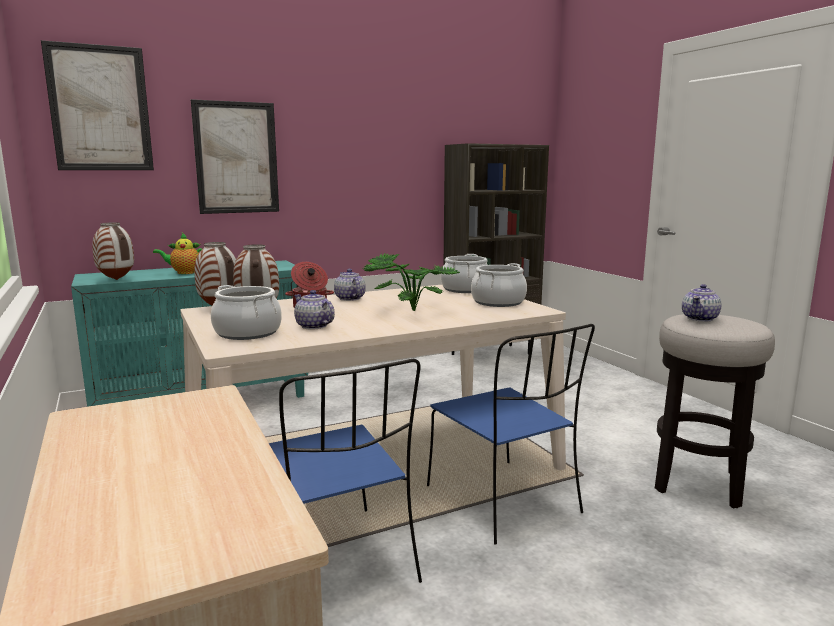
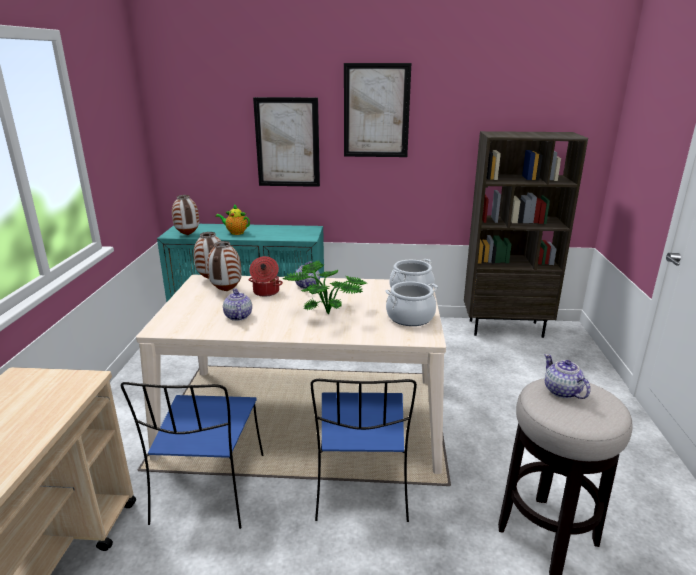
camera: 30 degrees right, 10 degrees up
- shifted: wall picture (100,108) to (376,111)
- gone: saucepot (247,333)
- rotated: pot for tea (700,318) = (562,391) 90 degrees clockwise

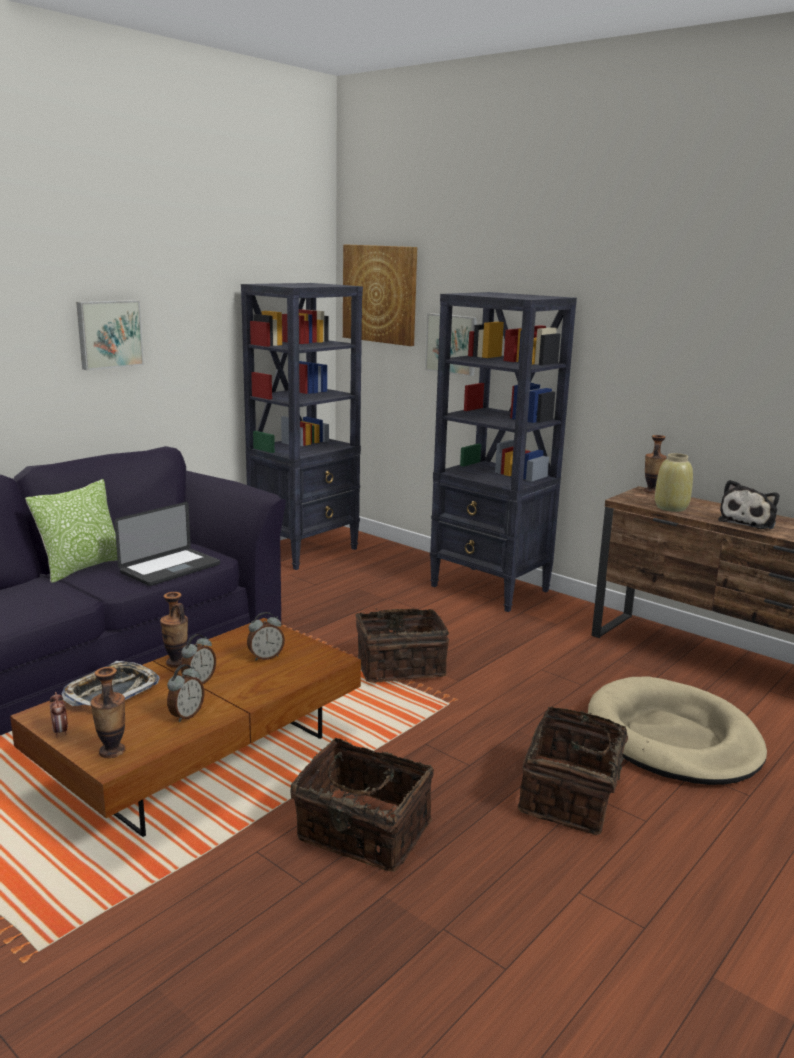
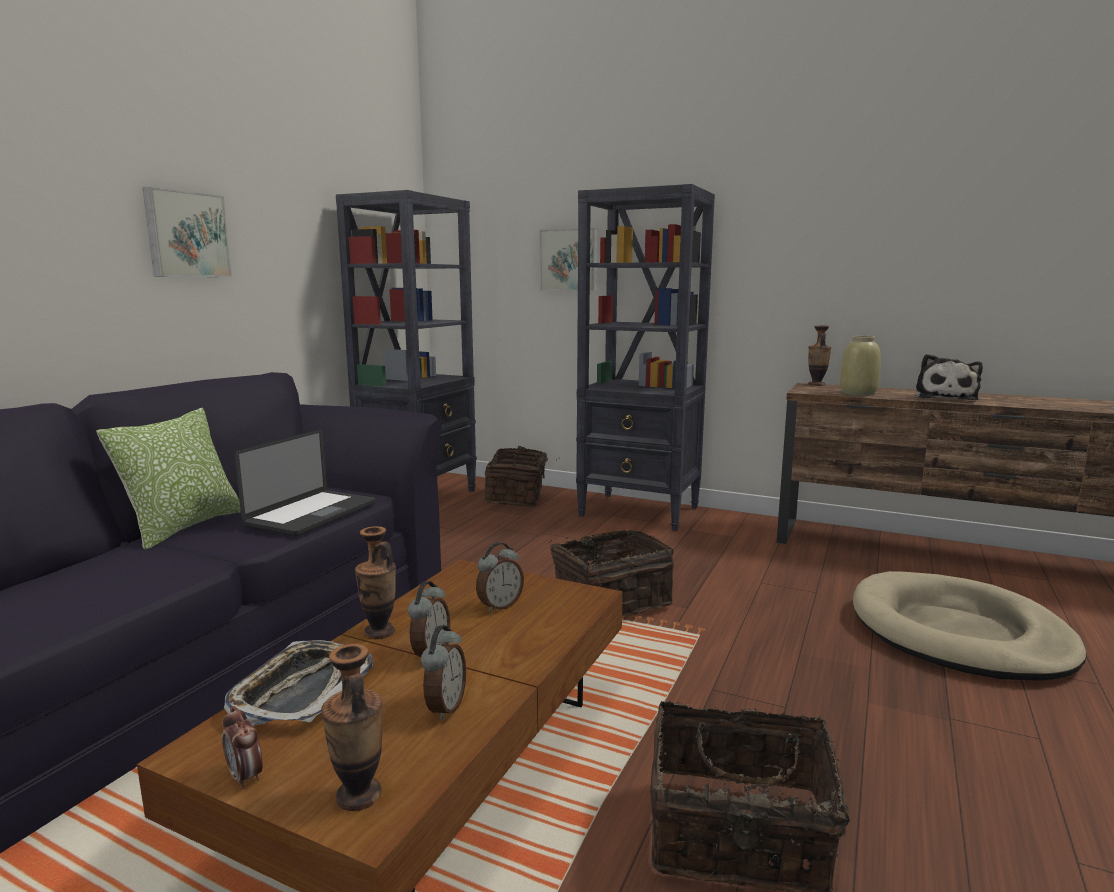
camera: 15 degrees left, 5 degrees down
- gone: wall picture (380,294)
- shifted: basket (571,797) to (517,497)

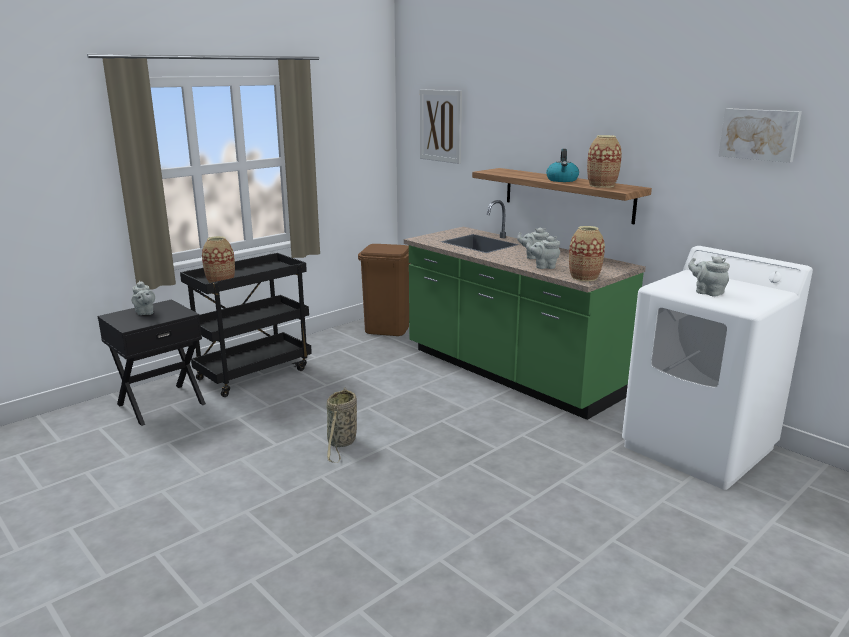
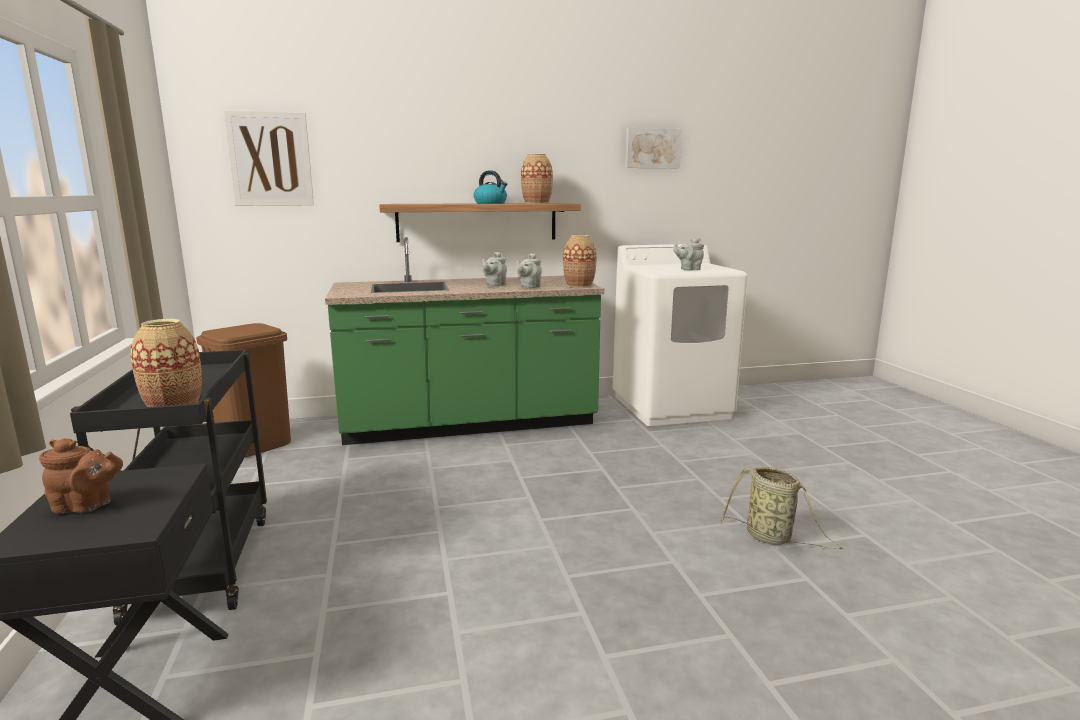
camera: 60 degrees left, 5 degrees down
- repainted: grey pot for tea (145,313) to brownish pot for tea (86,506)
- shifted: basket (341,443) to (772,538)

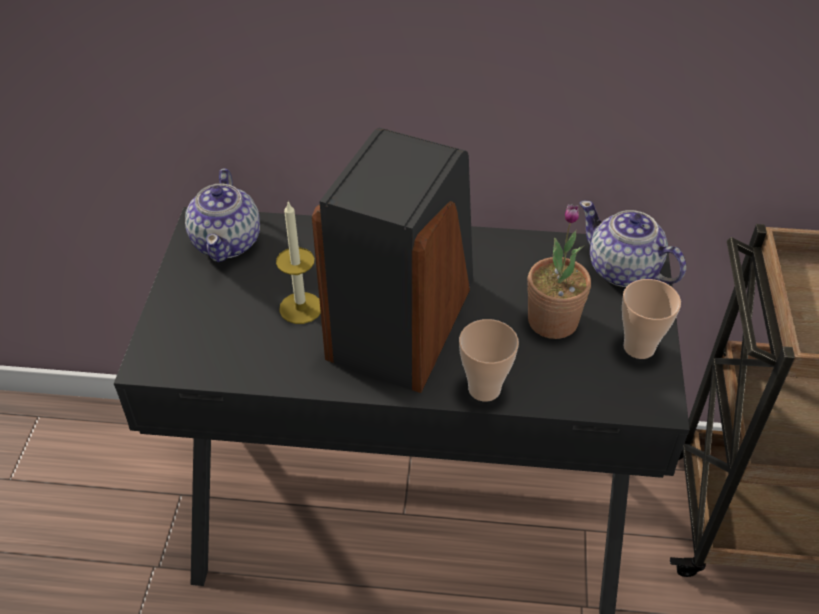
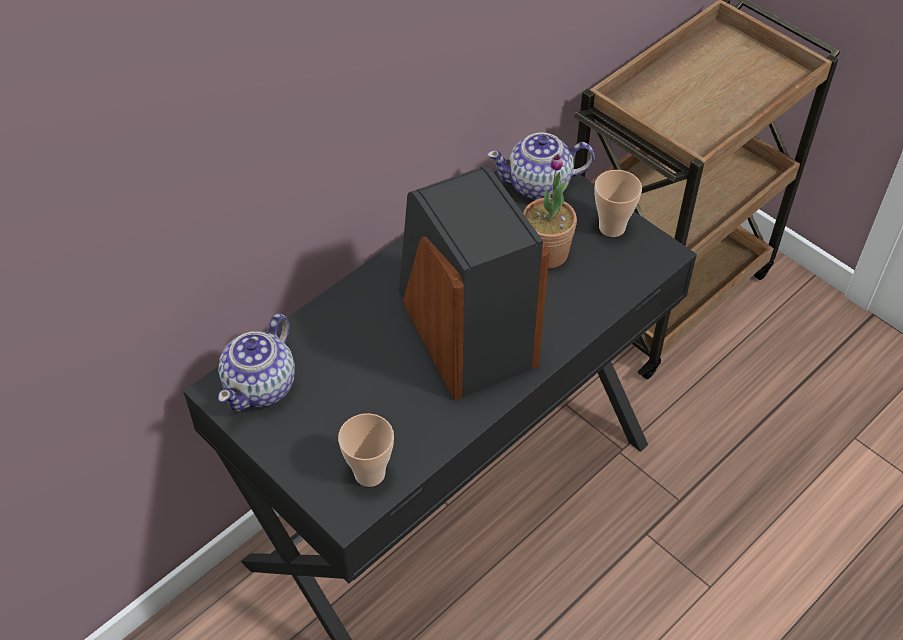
camera: 50 degrees left, 5 degrees up
- rotated: pot for tea (227,242) = (261,385) 75 degrees clockwise
- gone: wax candle (300,308)
- shifted: small cup (484,389) to (369,473)

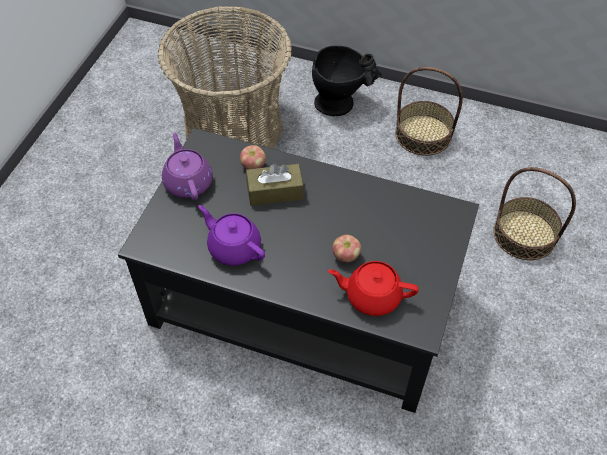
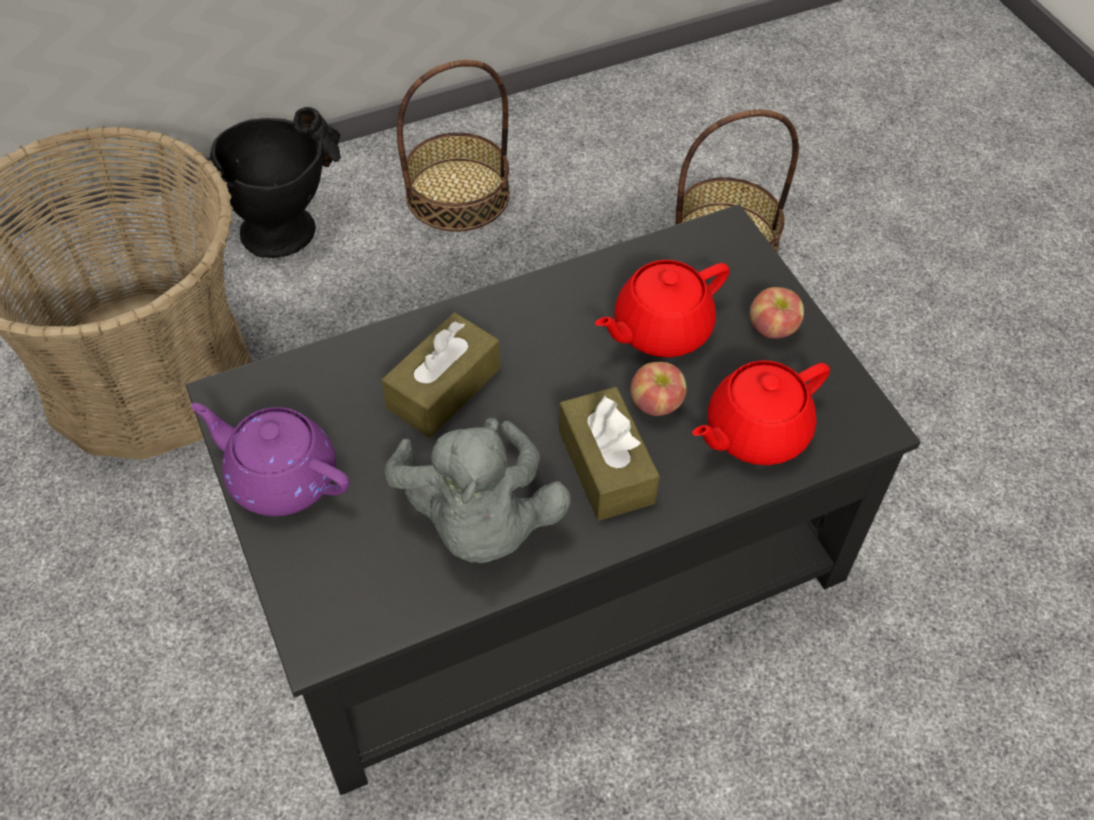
camera: 45 degrees left, 0 degrees up
- swapped: purple-coloured pot for tea (234,247) to grey cuddly toy (478,521)
- shifted: apple fruit (253,166) to (772,329)
- new: brownish box of tissues (606,466)
- new: reddish pot for tea (660,329)

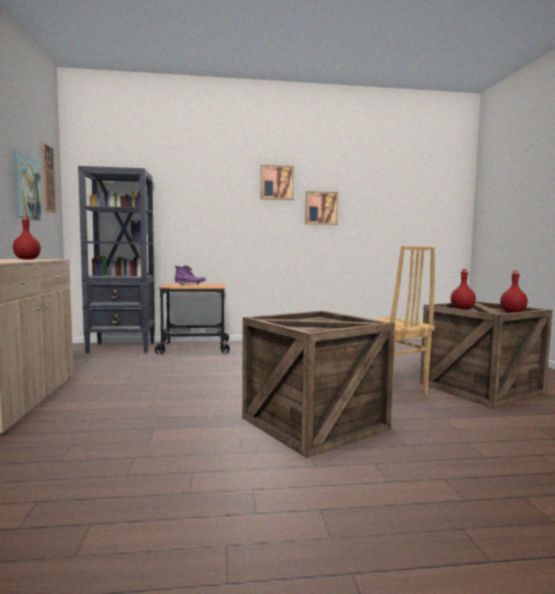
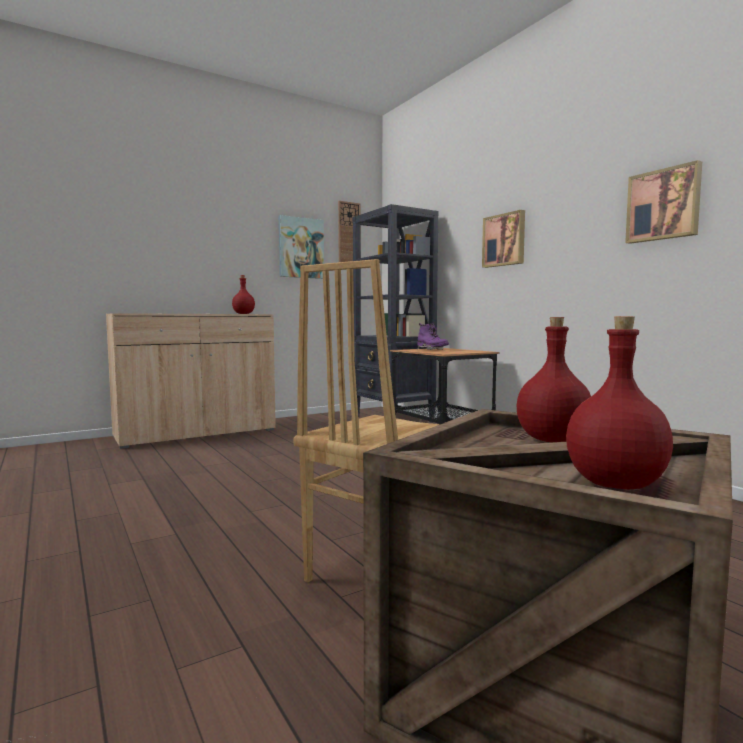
camera: 65 degrees right, 0 degrees up
- gone: crate (314,424)
- shifted: wall picture (276,183) to (504,240)

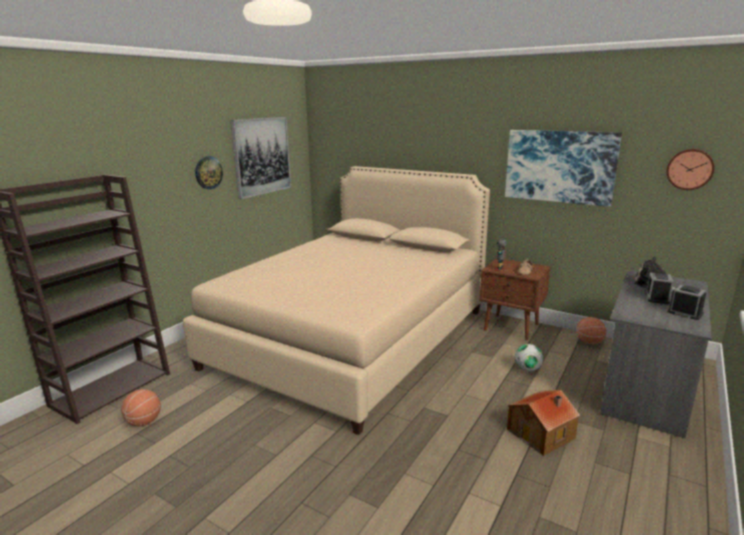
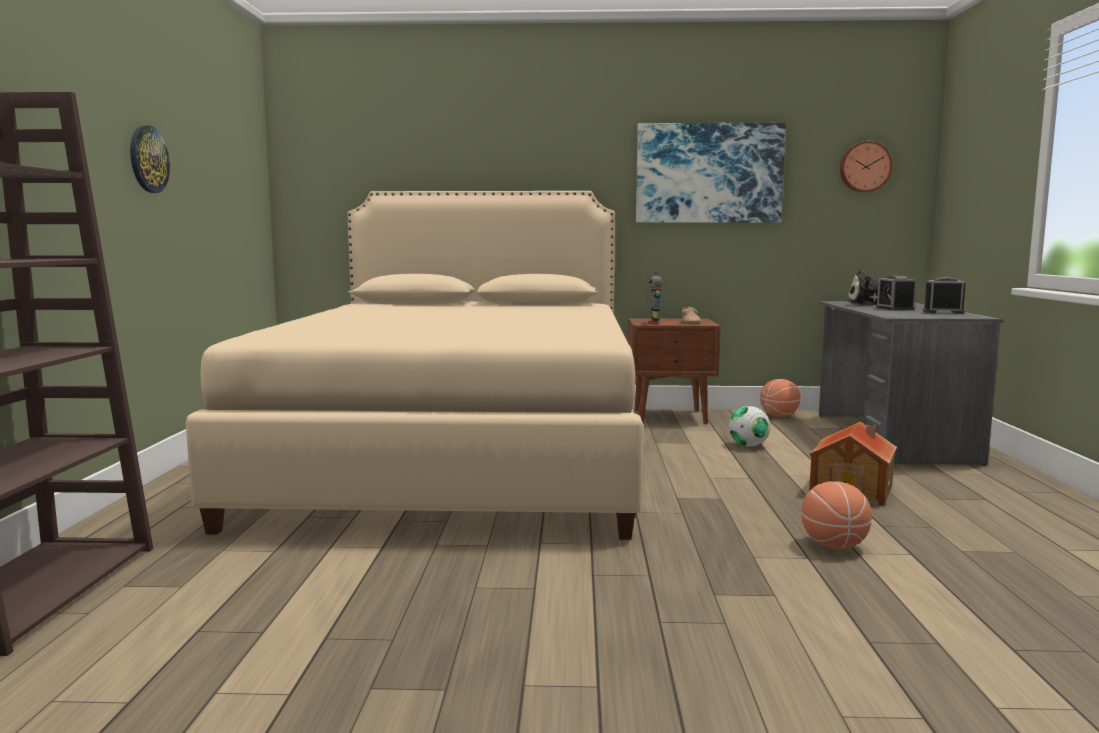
camera: 30 degrees left, 10 degrees down
- shifted: basketball ball (144,422) to (833,545)
- gone: wall picture (262,156)

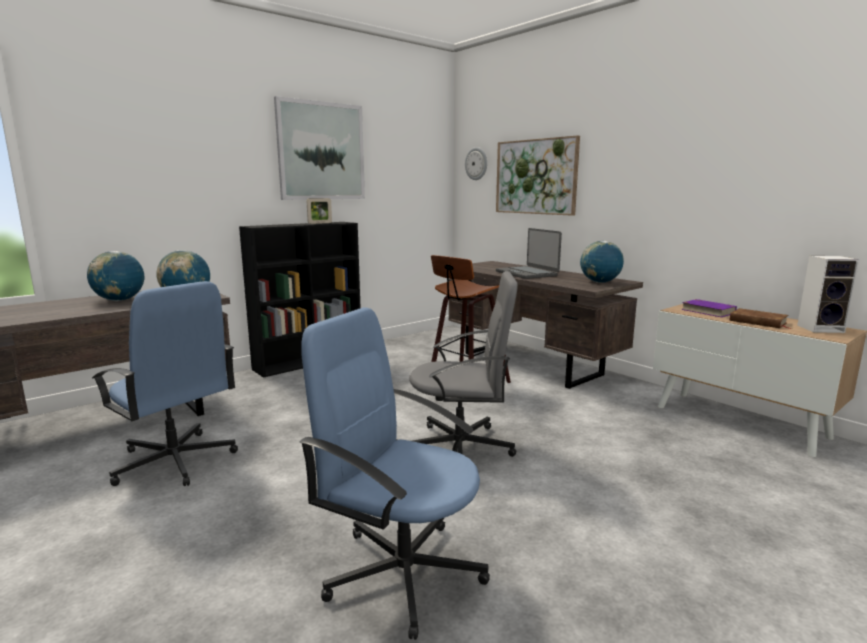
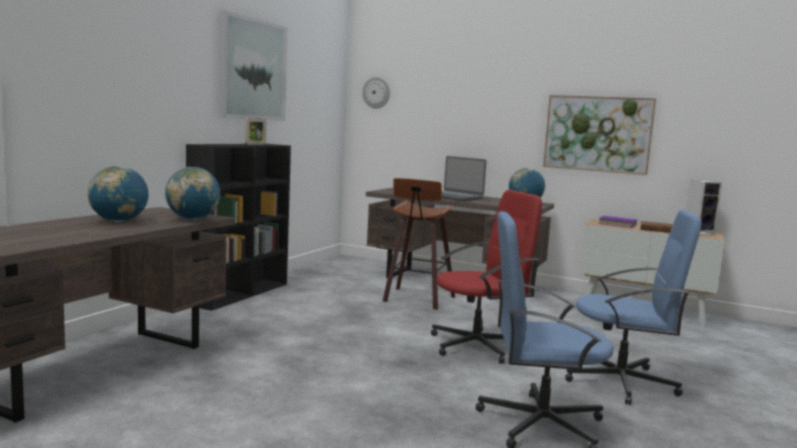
camera: 25 degrees left, 5 degrees down
- shifted: blue-coloured computer chair (175,461) to (622,382)
- repainted: grey computer chair (461,447) to reddish computer chair (478,346)
- shifted: wall picture (536,177) to (597,134)

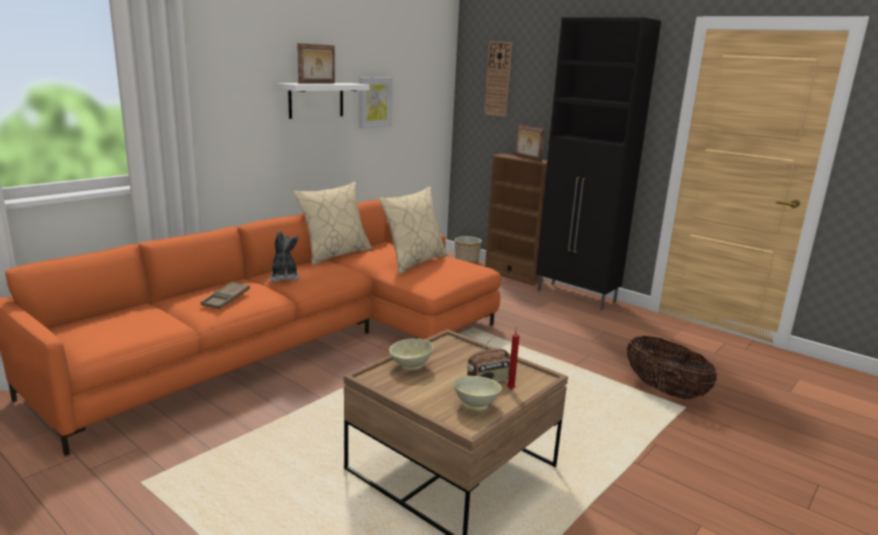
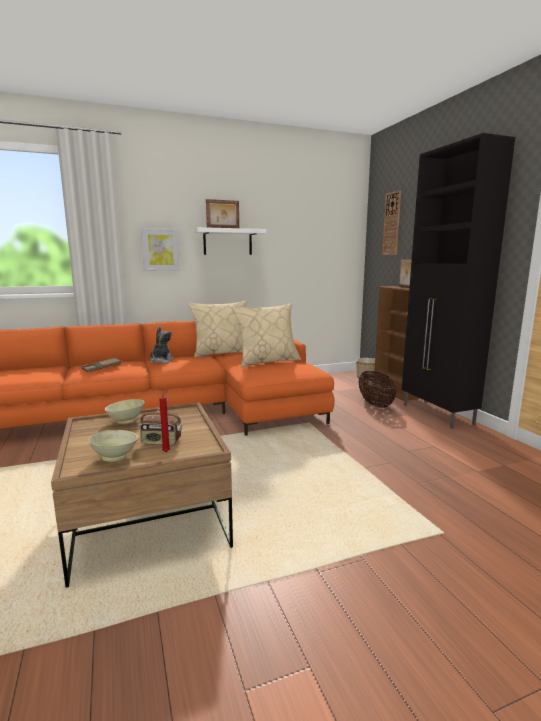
camera: 30 degrees right, 5 degrees down
- shifted: wall picture (374,102) to (160,250)
- shifted: basket (664,390) to (375,404)

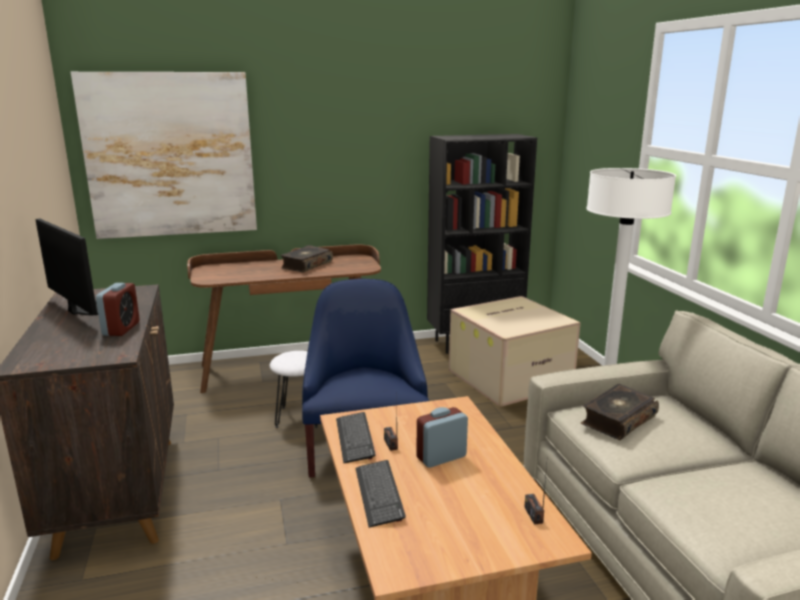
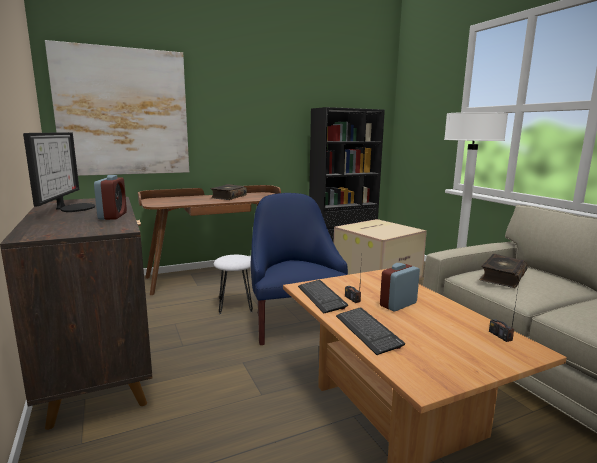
camera: 10 degrees left, 5 degrees down
- rotated: computer display (85,309) = (72,208) 45 degrees clockwise

